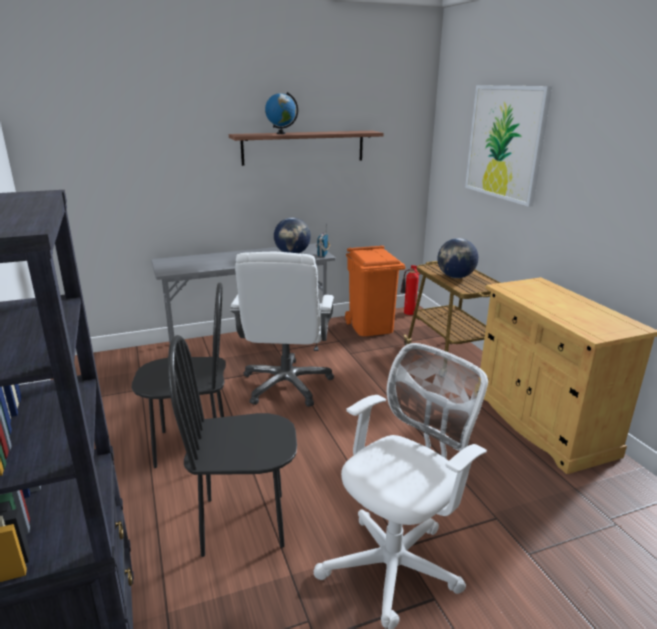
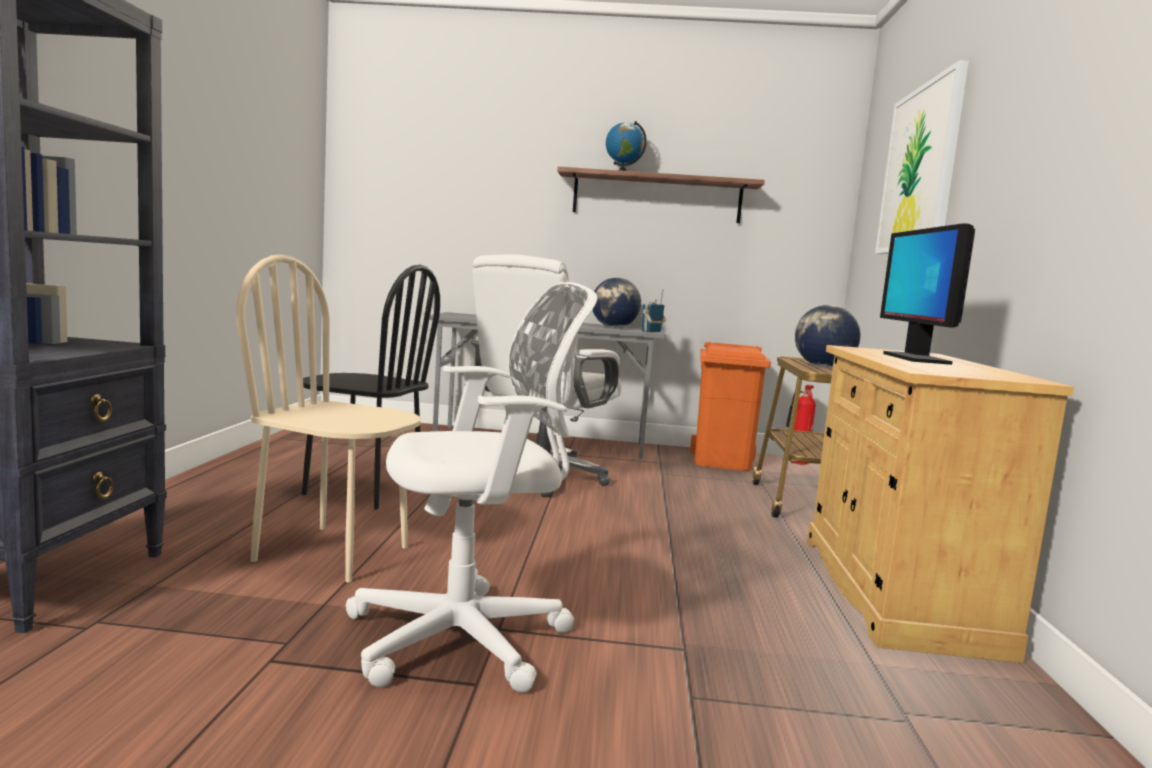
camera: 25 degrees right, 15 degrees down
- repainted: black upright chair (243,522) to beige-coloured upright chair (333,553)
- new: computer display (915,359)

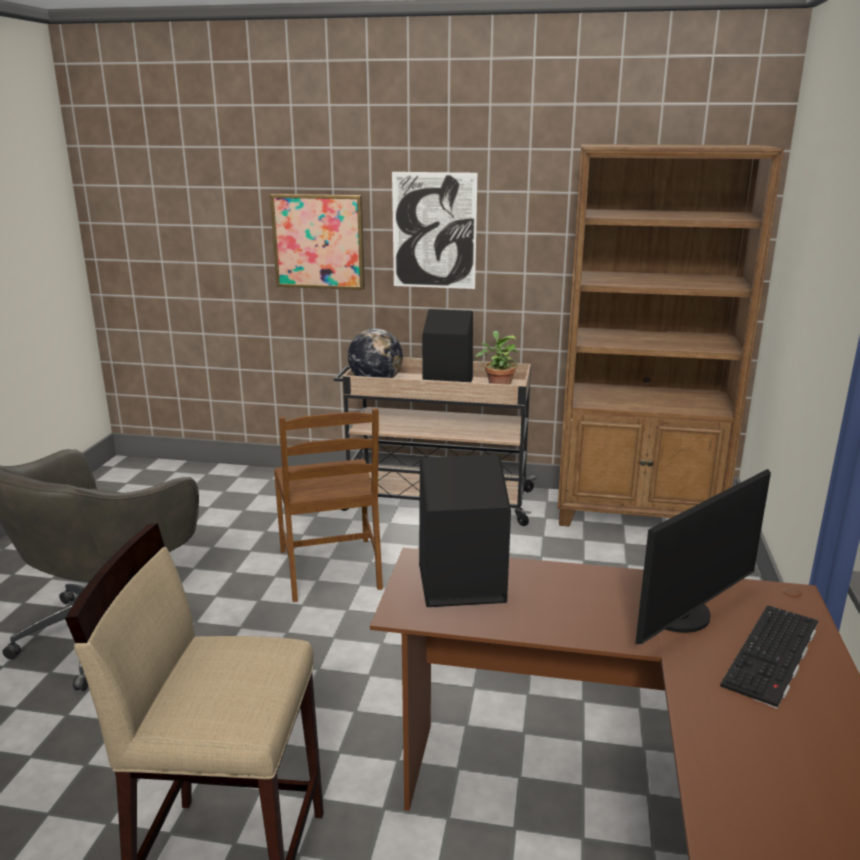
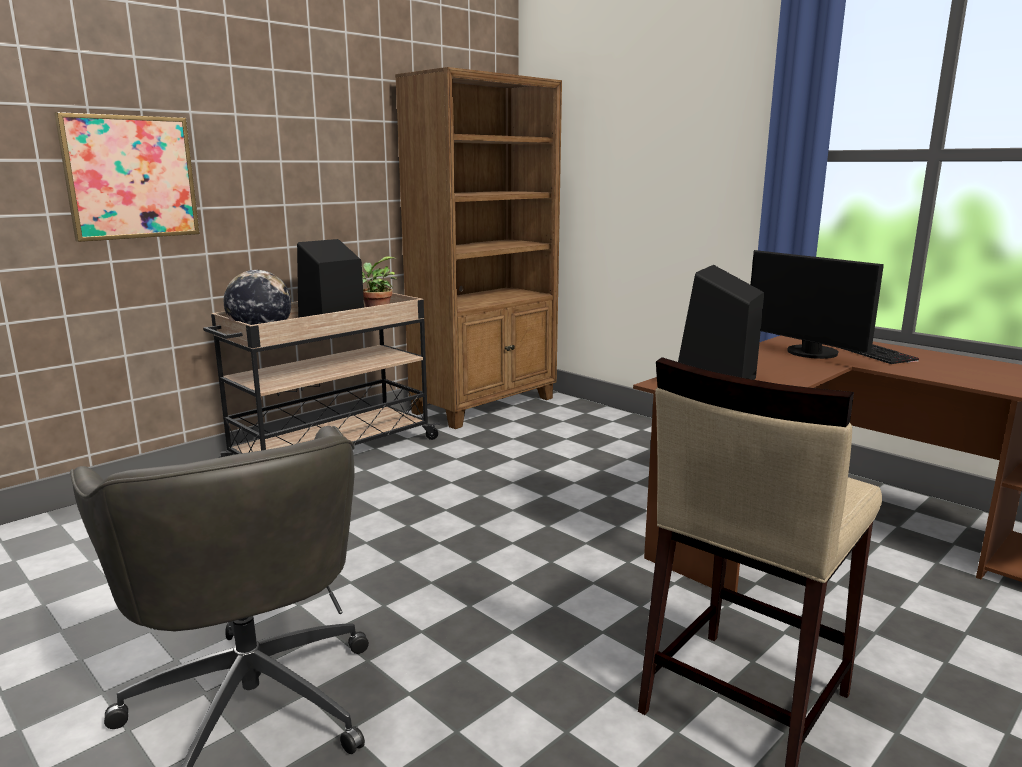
camera: 55 degrees left, 5 degrees down
- gone: brownish upright chair (331,569)
- gone: wall picture (434,231)
- rotated: computer display (682,616) = (809,353) 150 degrees clockwise

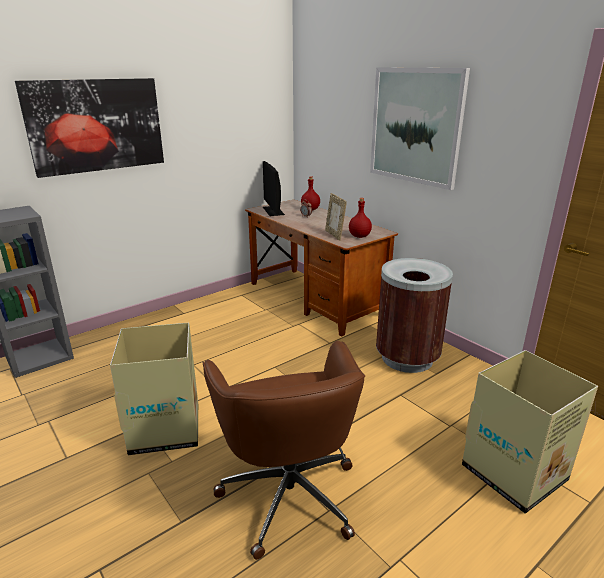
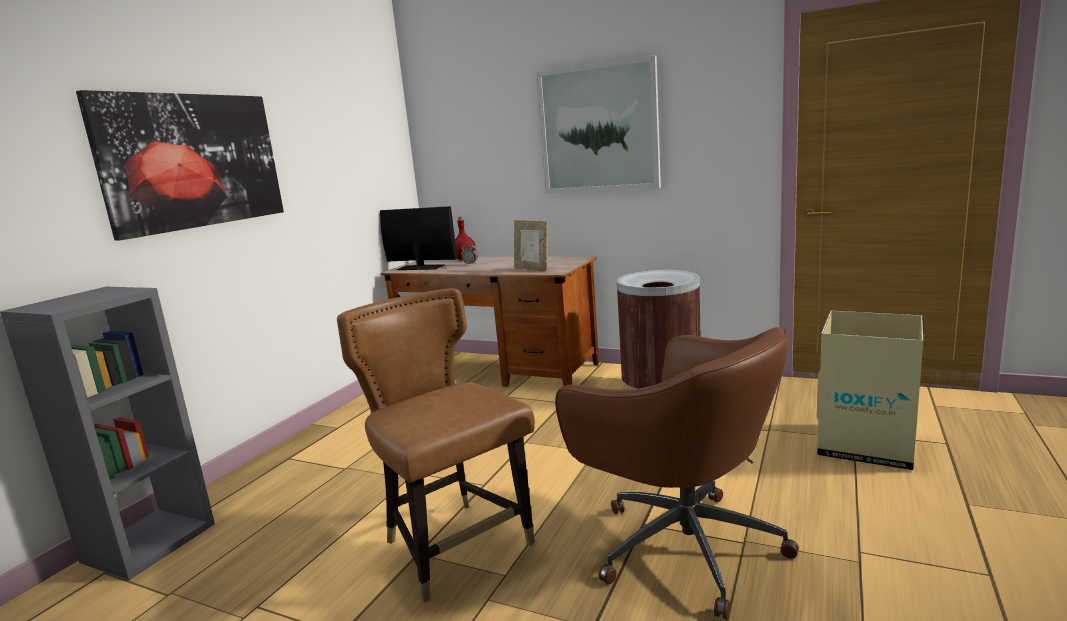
camera: 25 degrees left, 10 degrees down
- swapped: carton (166,428) to brownish upright chair (455,546)
- rotated: computer display (273,211) = (420,267) 150 degrees clockwise
- gone: reddish drink bottle (359,236)

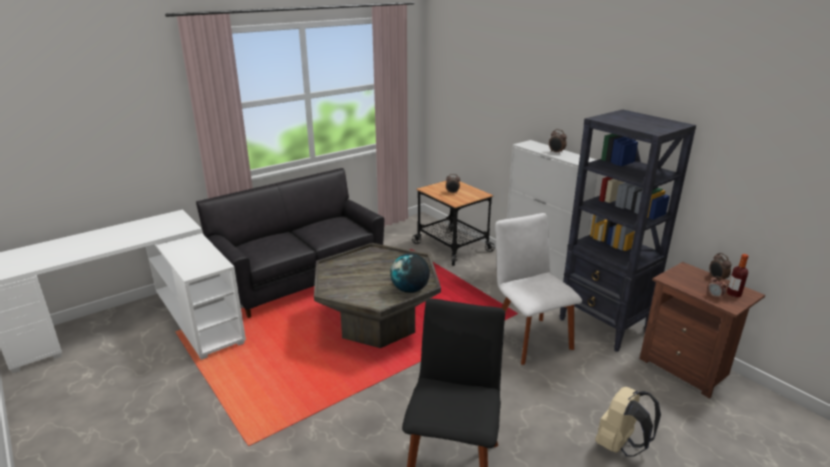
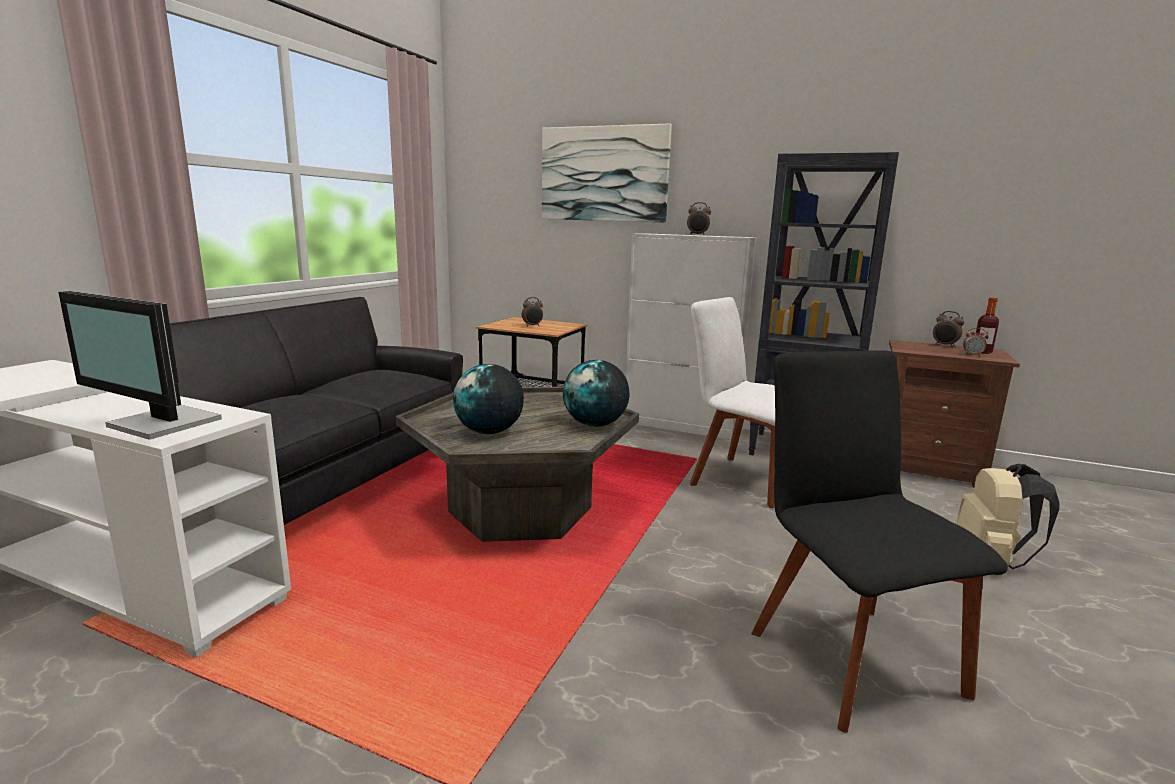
camera: 30 degrees left, 10 degrees down
- new: computer display (161,424)
- new: globe (489,432)
- new: wall picture (604,174)

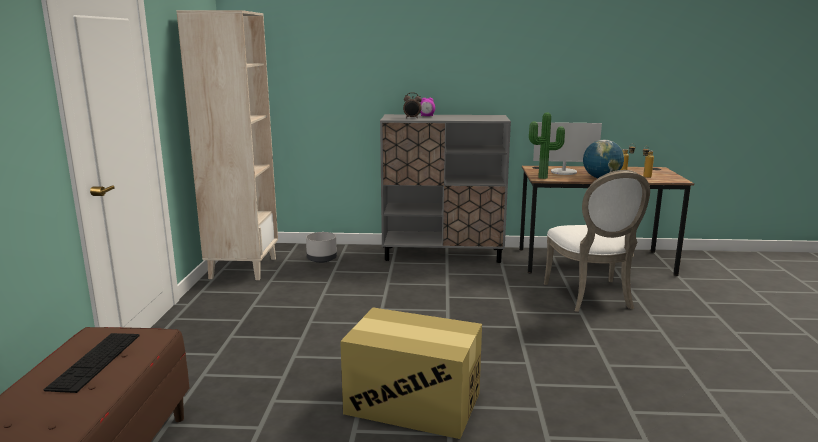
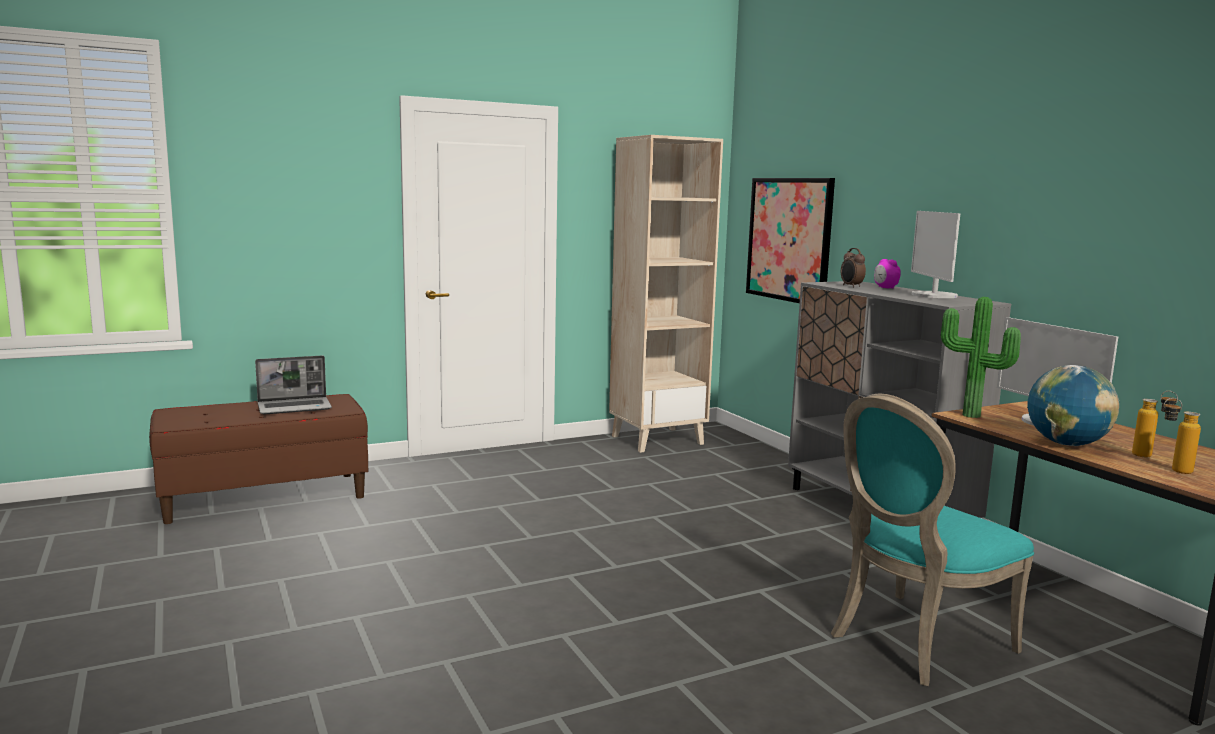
camera: 60 degrees right, 5 degrees down
- swapped: computer keyboard (95,361) to portable computer (295,407)
- gone: grey flower pot (322,259)
- gone: carton (412,403)
- repainted: white upright chair (591,297) to turquoise-coloured upright chair (913,642)
- new: wall picture (789,239)
- new: computer display (933,295)

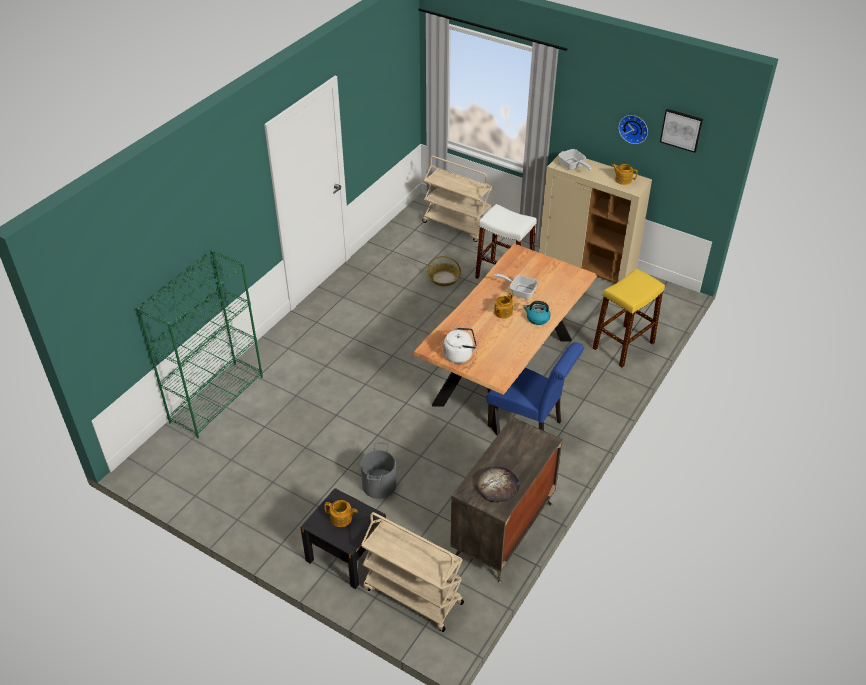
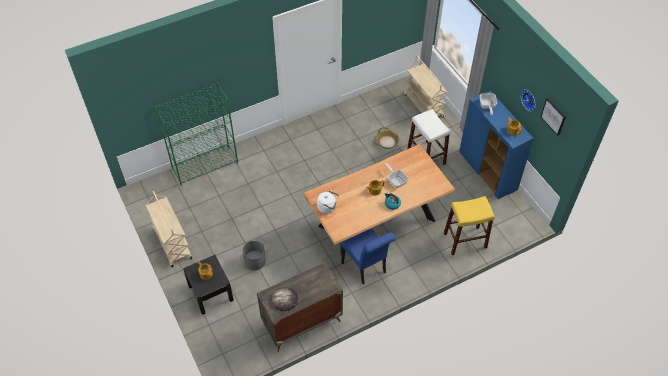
camera: 30 degrees right, 10 degrees up
- shifted: beige-coloured trolley (412,595) to (172,243)
- repainted: beige-coloured cabinet (587,264) to blue-coloured cabinet (488,171)

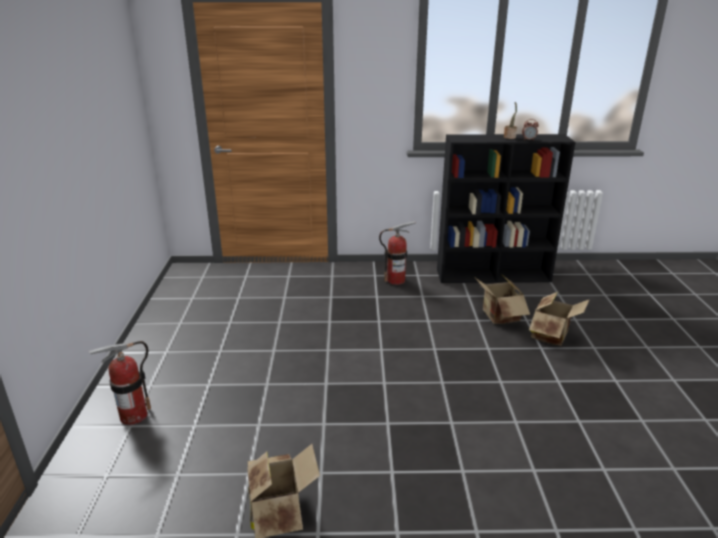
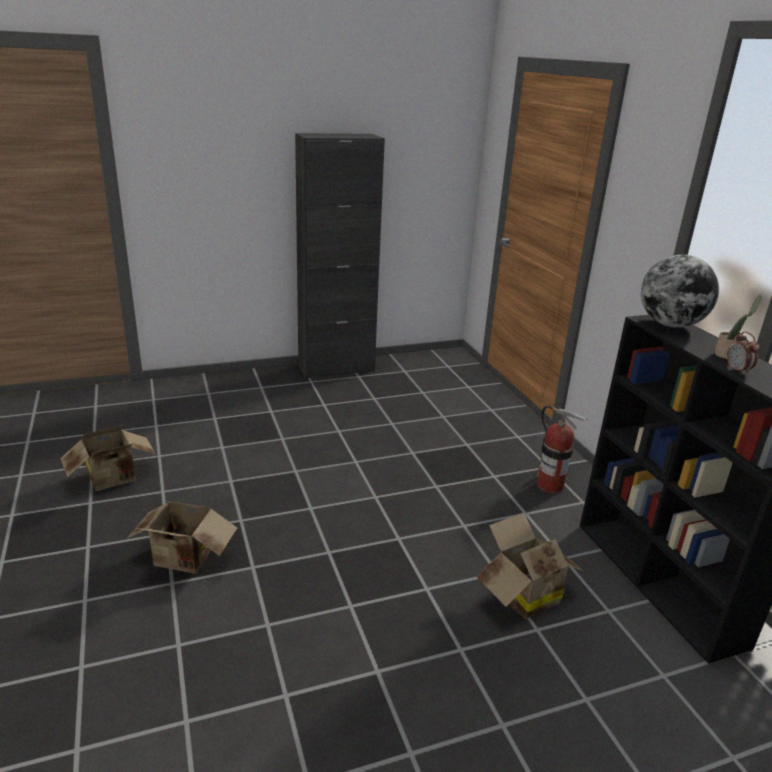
camera: 70 degrees right, 0 degrees up
- gone: fire extinguisher (133,416)
- shifted: carton (553,336) to (184,560)
- new: black cabinet (336,368)
- new: globe (670,325)

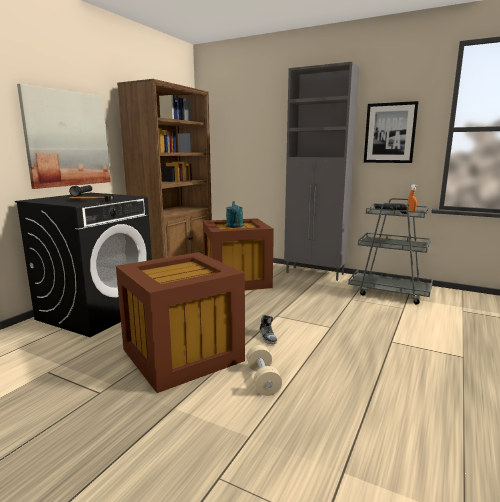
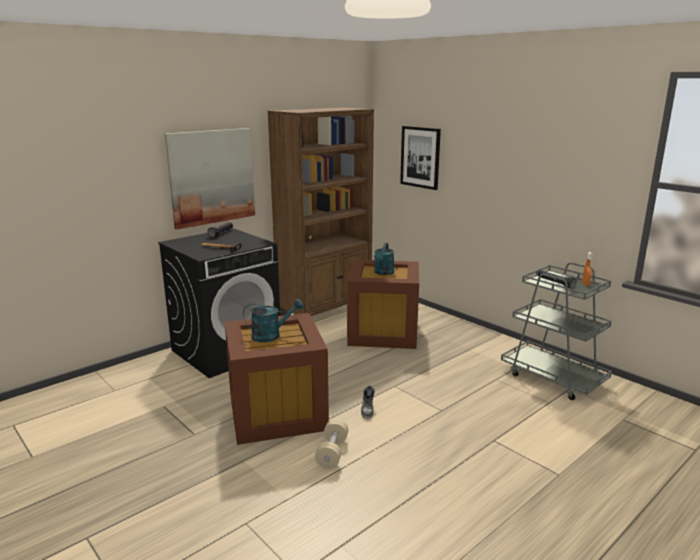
camera: 20 degrees right, 5 degrees up
- gone: grey cabinet (315,273)
- shifted: wall picture (390,133) to (420,157)
- new: turquoise-coloured watering can (271,335)

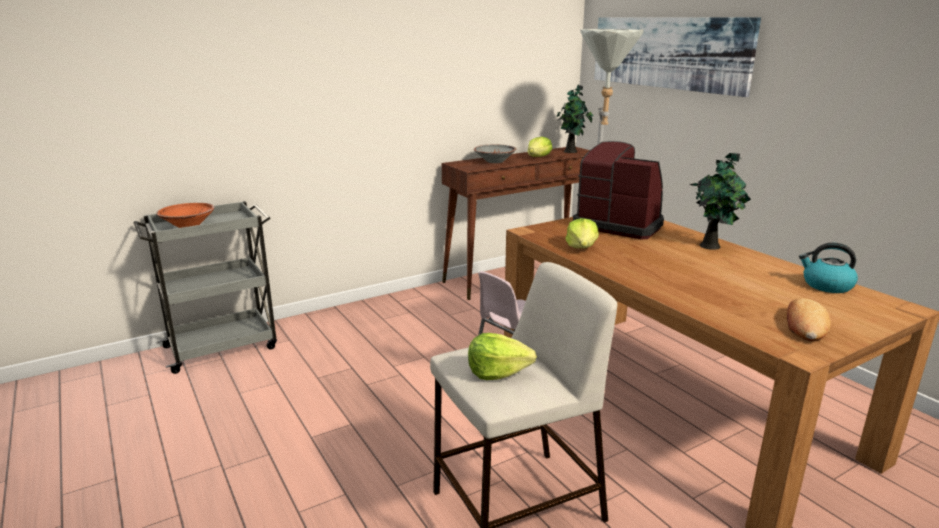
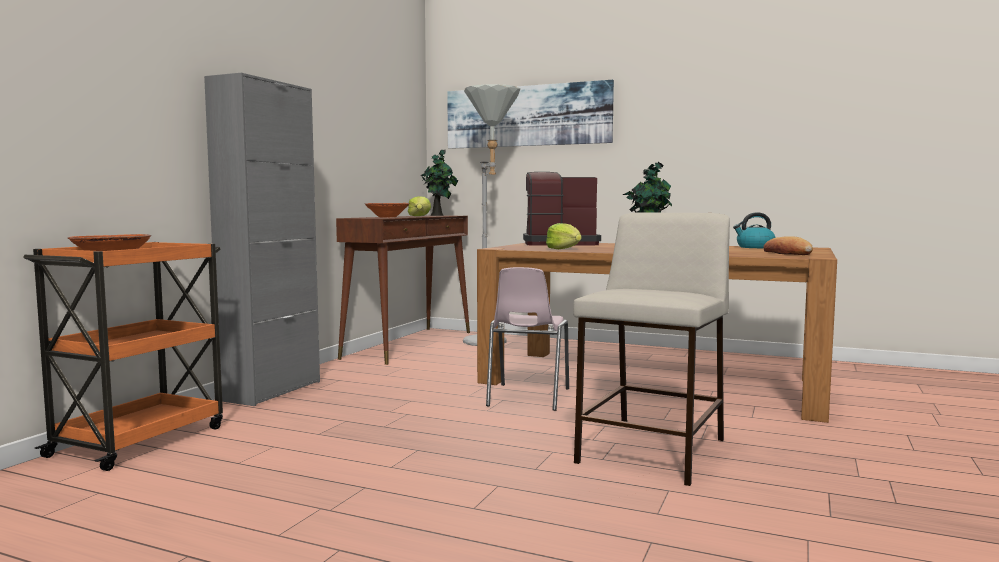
camera: 35 degrees left, 15 degrees down
- repainted: grey trolley (223,347) to orange-coloured trolley (141,440)
- gone: lettuce (497,372)
- repainted: grey bowl (495,161) to orange-coloured bowl (387,217)
- new: grey cabinet (272,391)

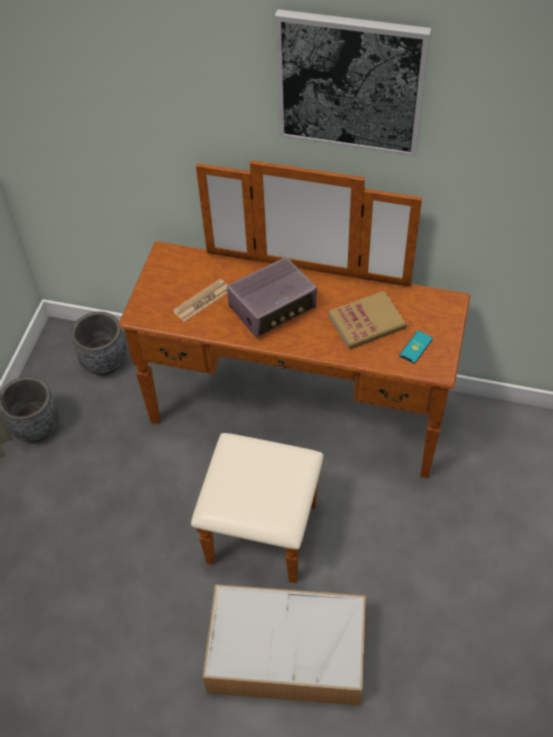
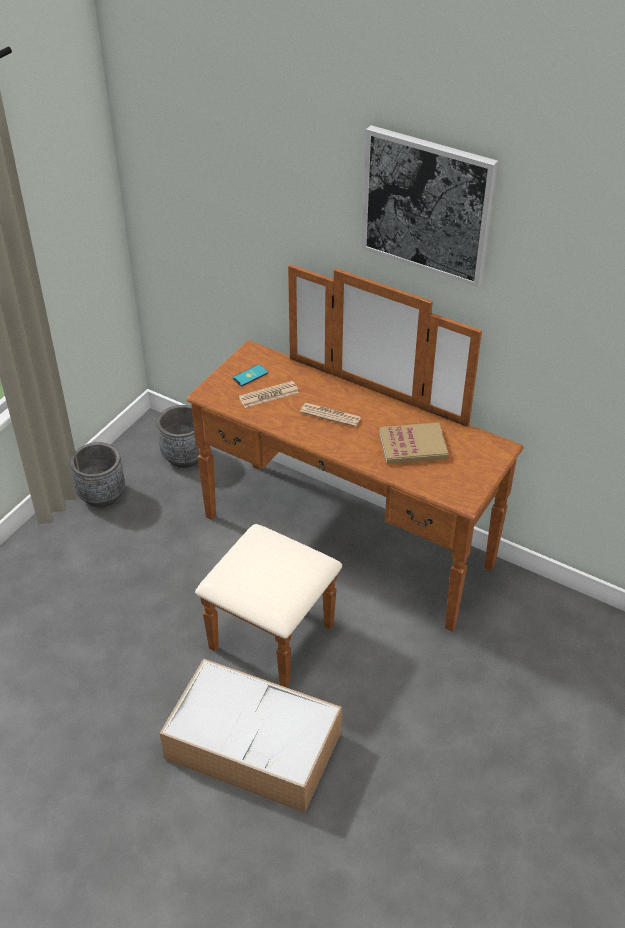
camera: 15 degrees right, 10 degrees down
- swapped: radio (273,308) to newspaper (330,415)
- shifted: handset (416,347) to (250,375)

